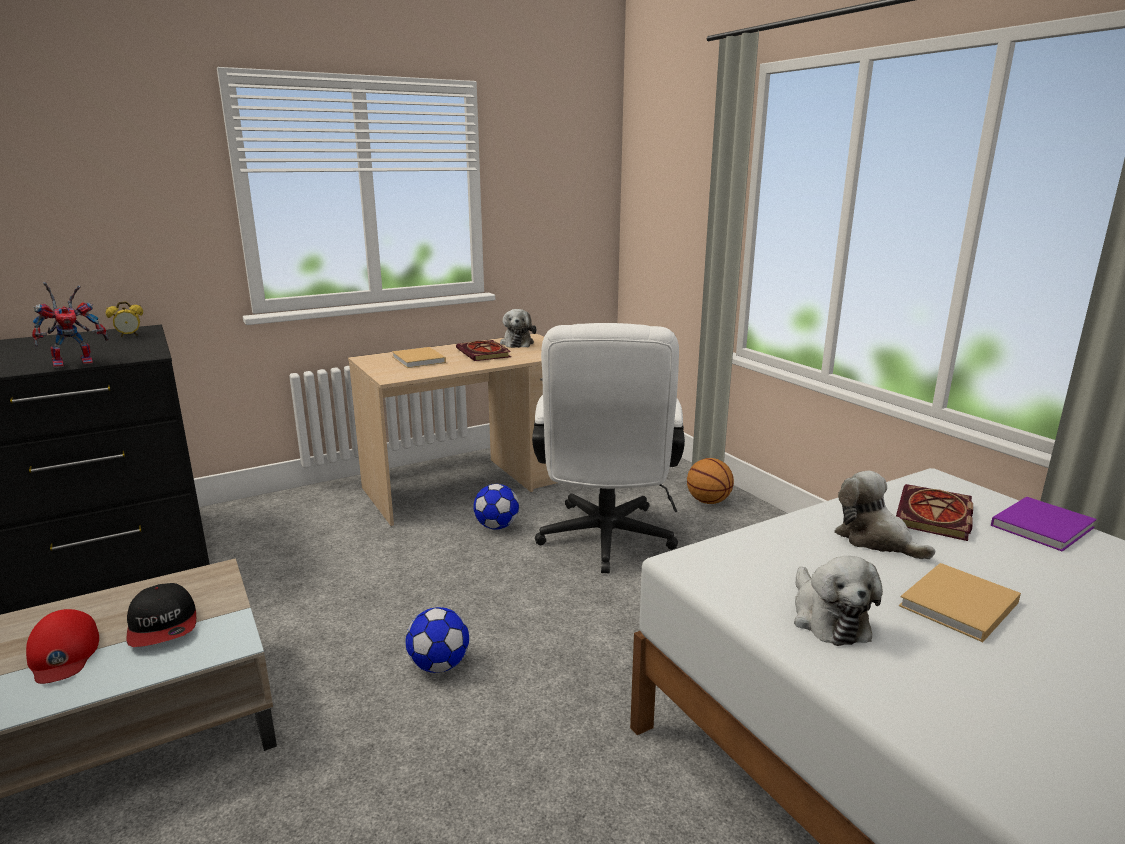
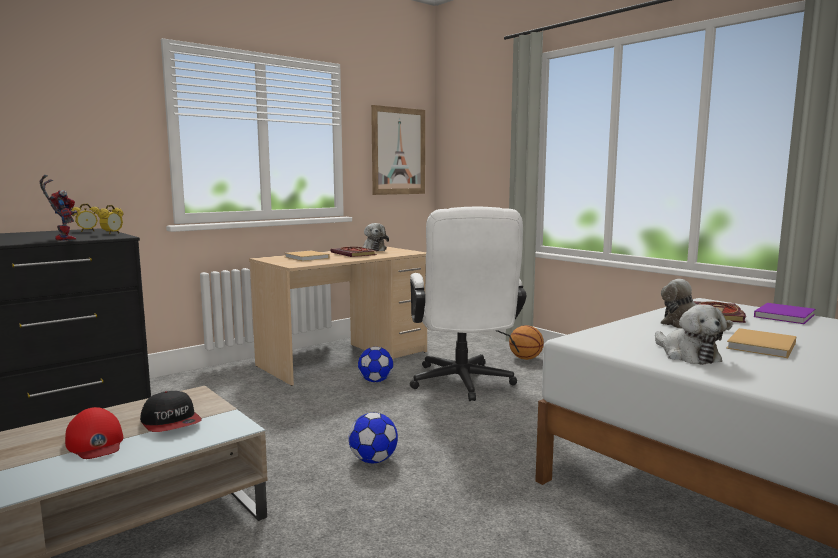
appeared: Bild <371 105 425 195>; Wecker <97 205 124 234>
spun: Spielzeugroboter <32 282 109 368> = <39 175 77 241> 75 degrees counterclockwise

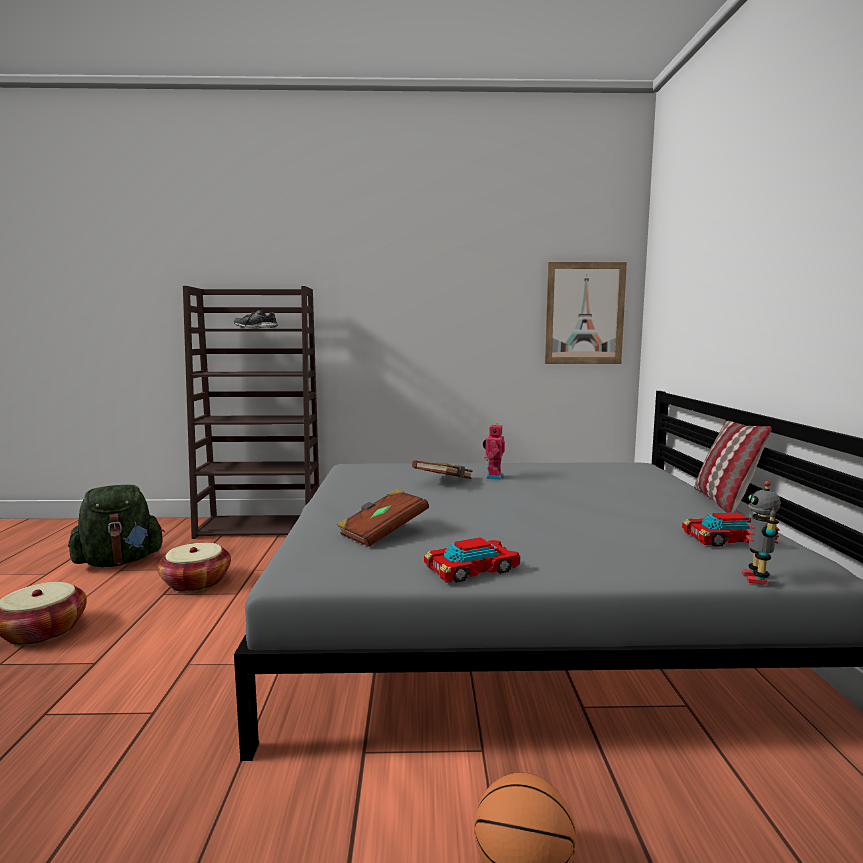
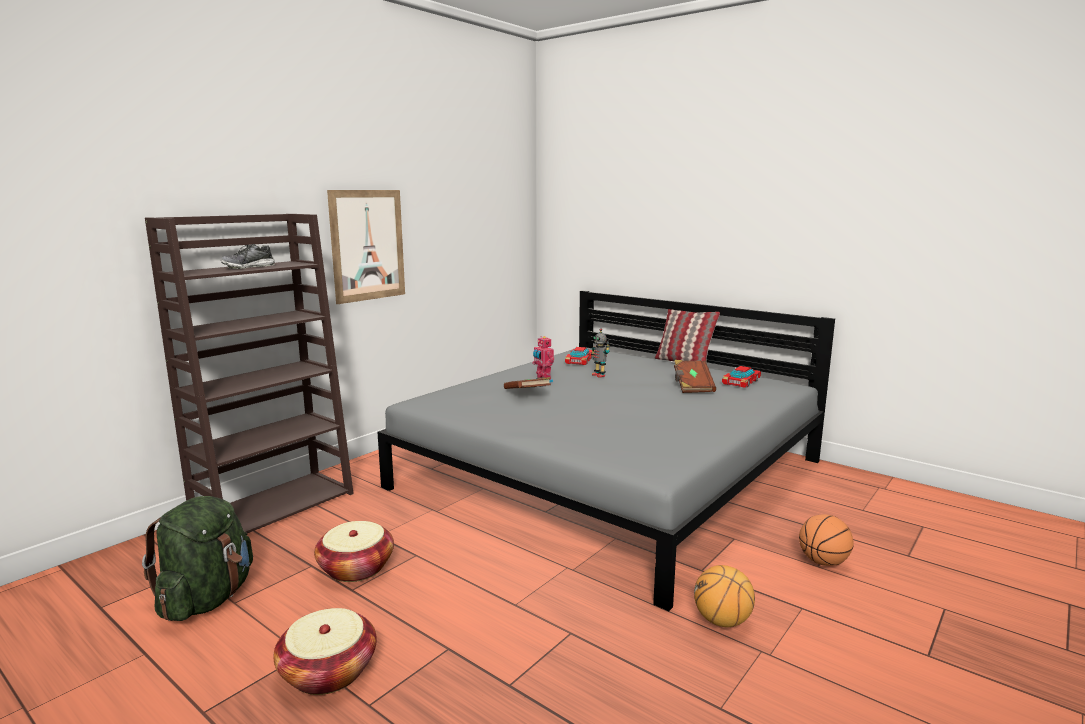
appeared: Basketball <694 565 755 627>
relocated: Bild <545 262 627 364> to <327 190 405 304>; Spielzeugroboter <742 481 781 585> to <591 329 610 378>; Buch (braun) <337 489 429 547> to <674 360 716 393>; Spielzeugauto <424 537 520 583> to <565 347 592 365>

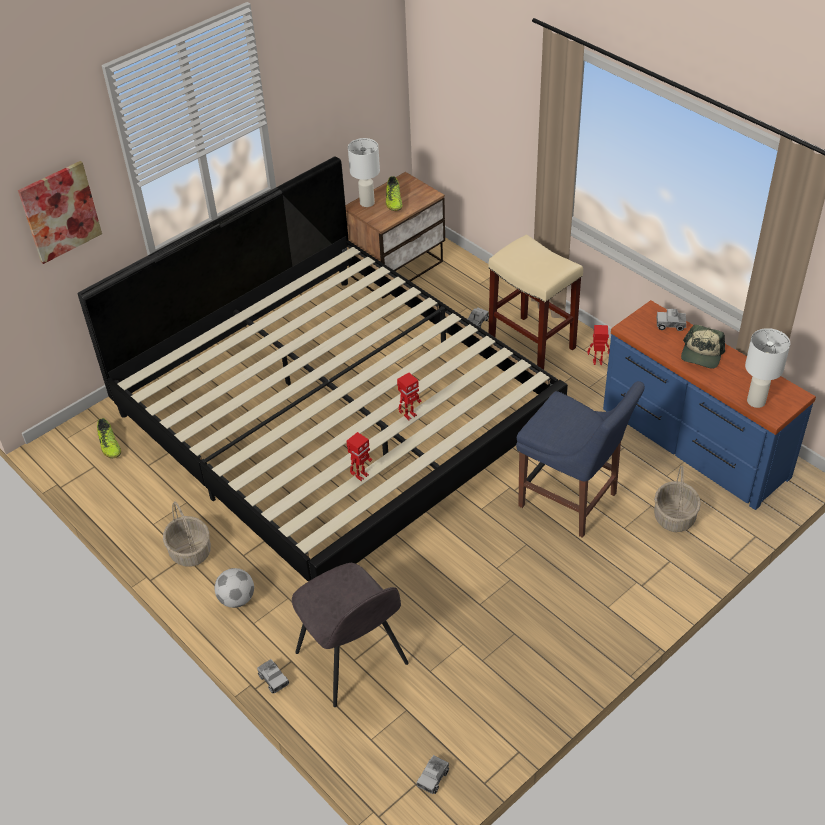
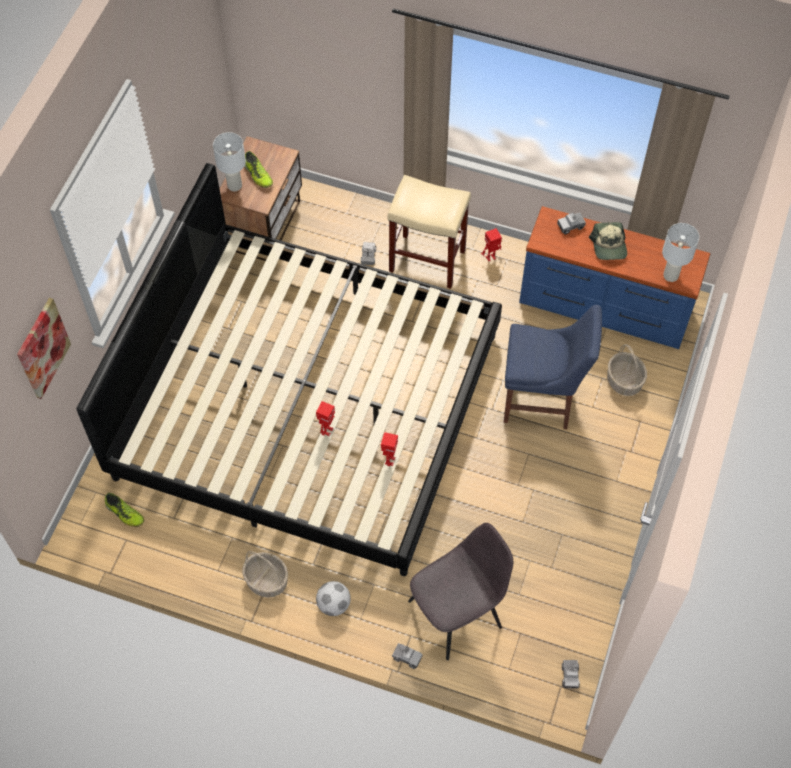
relocated: Spielzeugroboter <397 373 422 420> to <316 401 335 436>
spun: Stuhl (grau) <292 563 409 707> = <408 523 513 660> 60 degrees counterclockwise

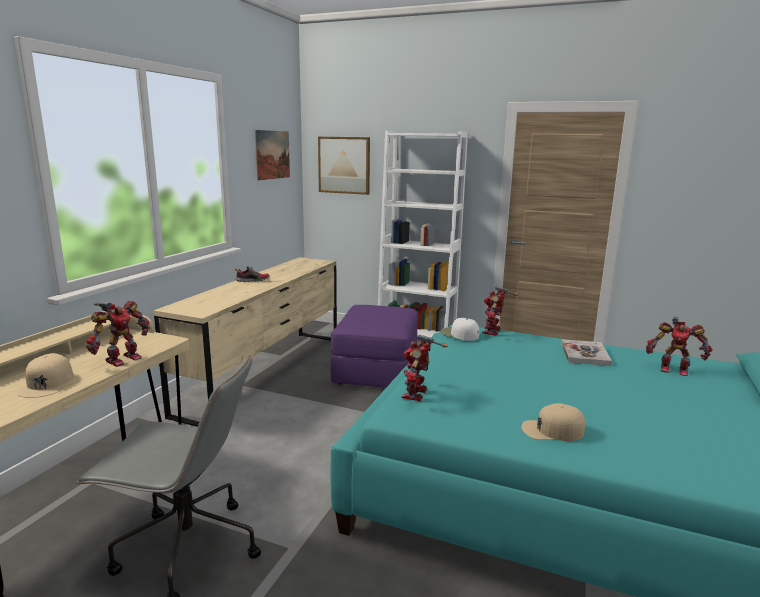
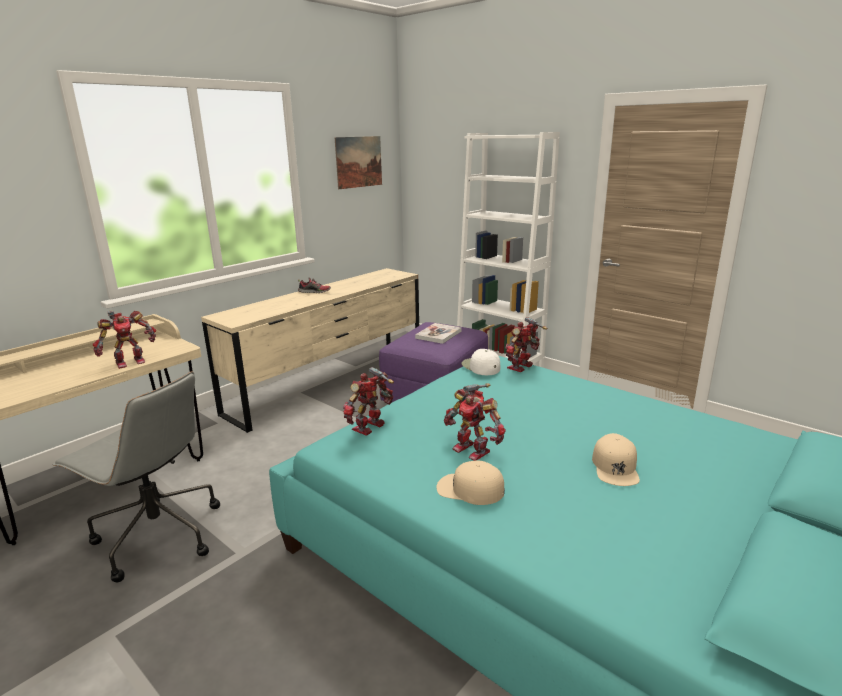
missing: Bild <318 137 370 195>
relocated: Spielzeugroboter <646 317 713 376> to <444 383 506 461>; Buch <561 339 612 366> to <415 323 462 344>; Kappe (beige) <18 353 74 398> to <592 433 640 486>

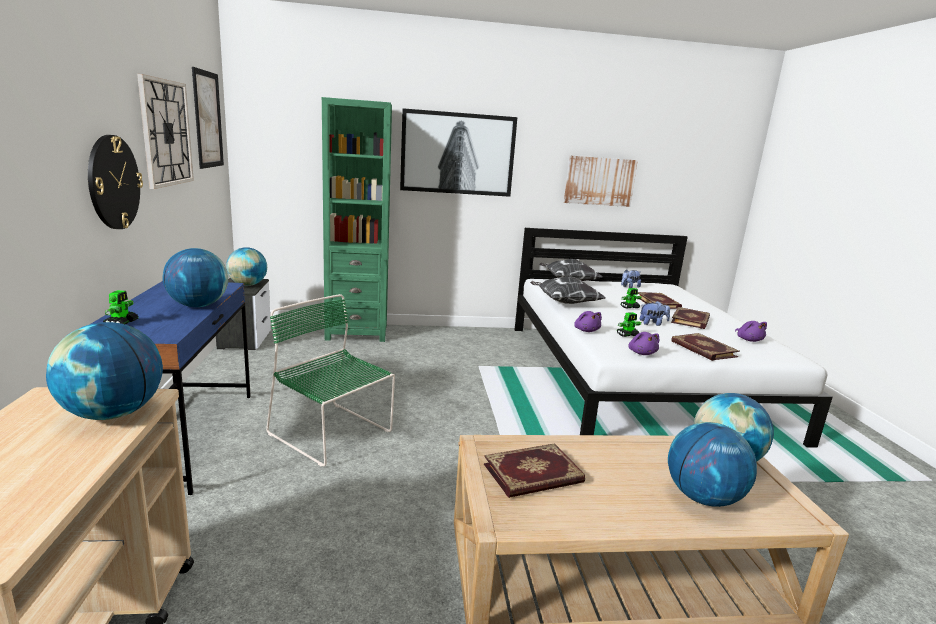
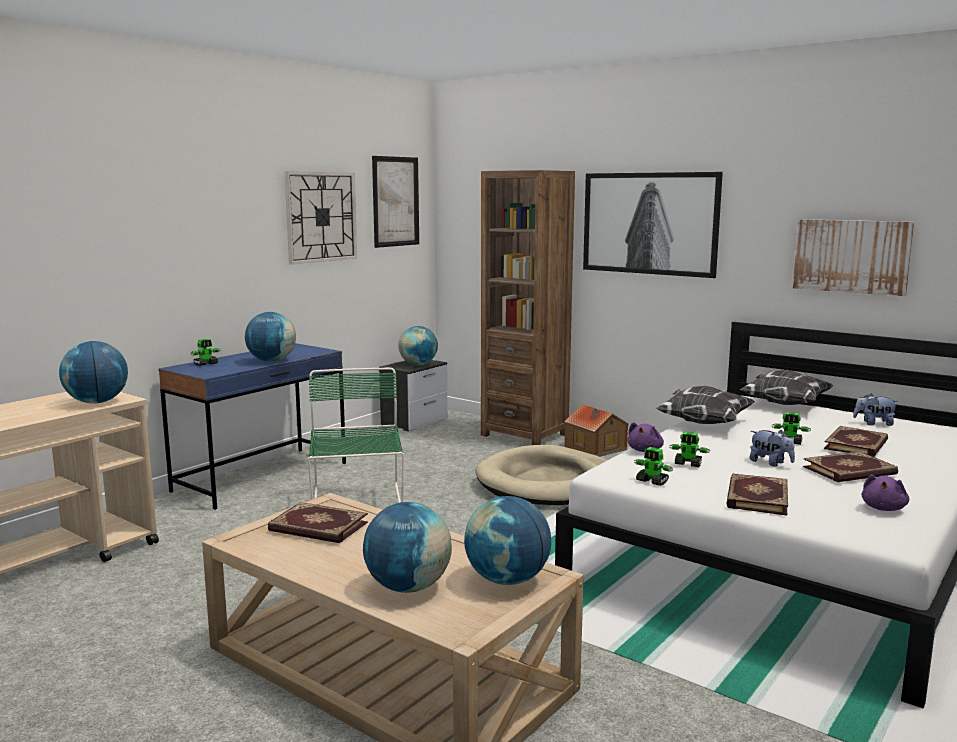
missing: Wanduhr <88 135 143 229>
appeared: Spielzeughaus <564 404 629 457>; Hundebett (beige) <476 445 607 505>
exchanged: Plüschtier (lila) <628 332 660 355> to Spielzeugroboter <634 447 673 486>
colour: Bücherregal (grün) <322 97 392 342> to Bücherregal (braun) <481 170 575 445>

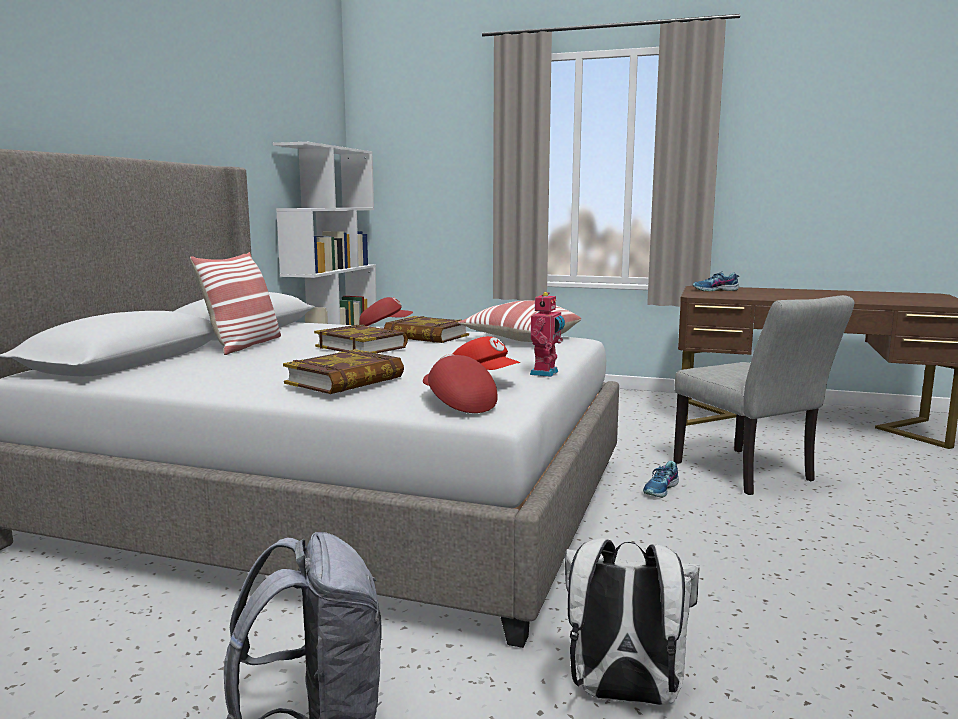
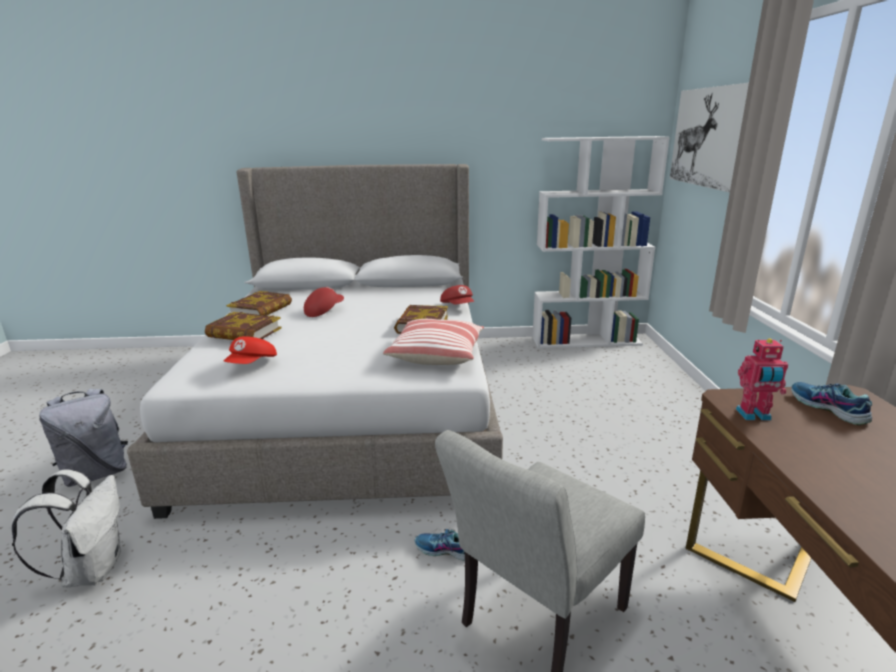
missing: Kissen <190 252 281 355>
appeared: Bild <670 83 749 193>
relocated: Spielzeugroboter <530 292 565 377> to <736 338 788 421>; Buch <314 325 408 354> to <226 291 292 316>; Kappe (rot) <423 354 498 413> to <304 287 344 317>

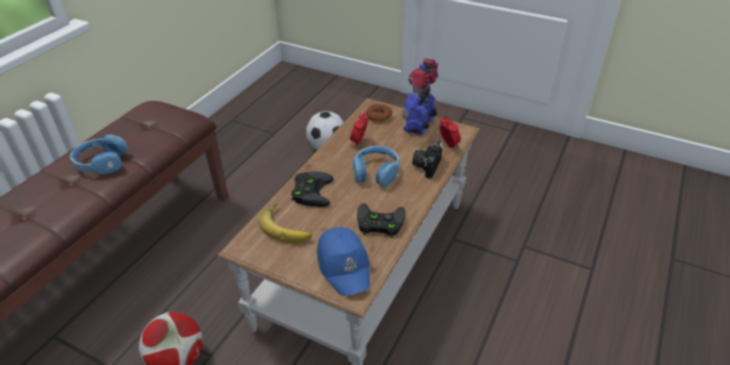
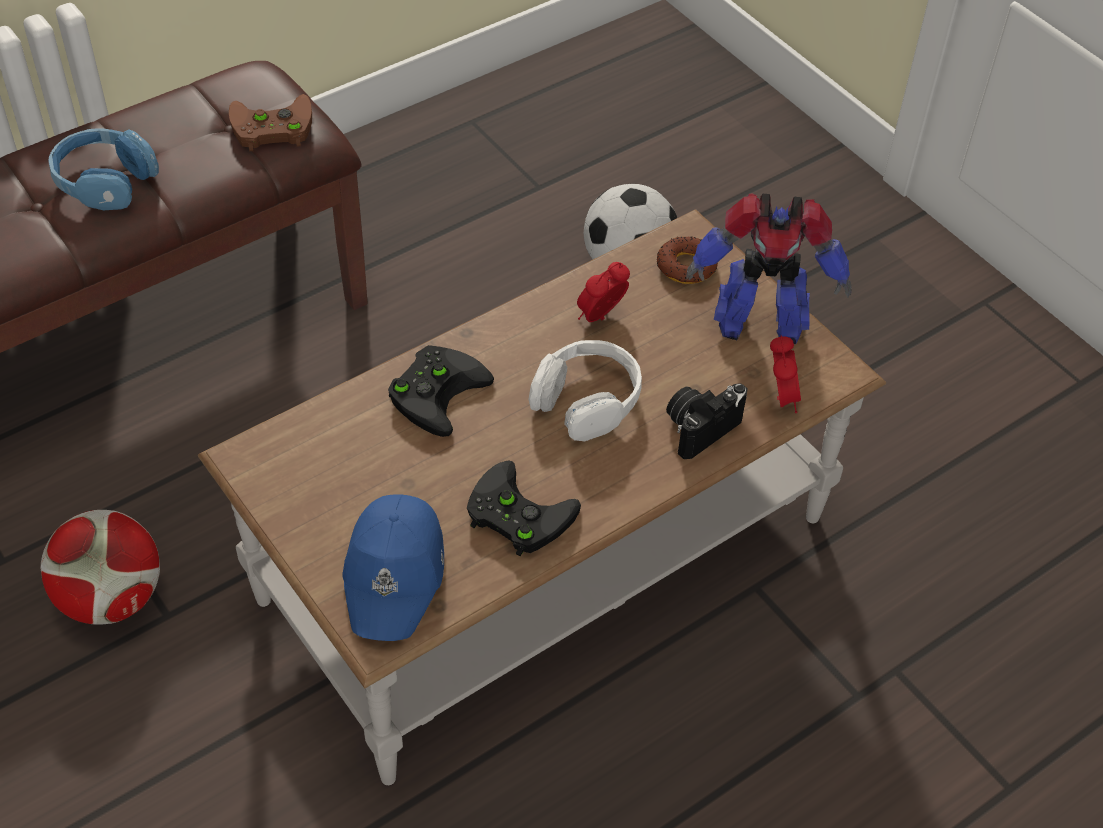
missing: Banane <258 203 312 243>
appeared: Gamepad (braun) <229 94 312 151>
colour: Kopfhörer (blau) <353 146 399 187> to Kopfhörer (weiß) <528 340 642 441>
spun: Spielzeugroboter <402 58 438 135> = <686 193 852 344> 135 degrees counterclockwise

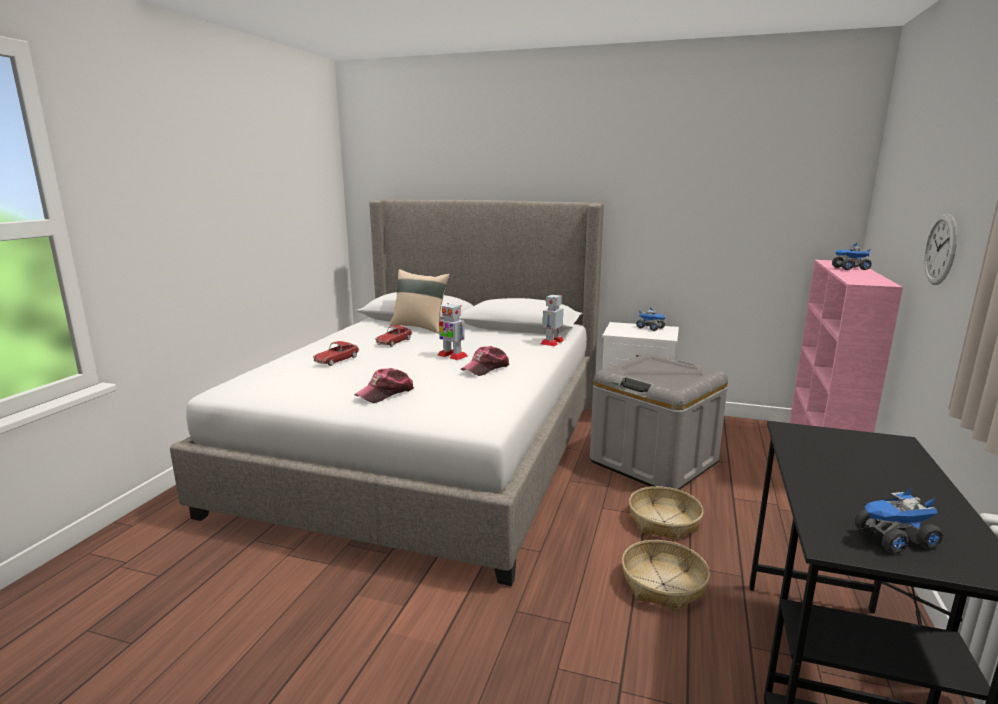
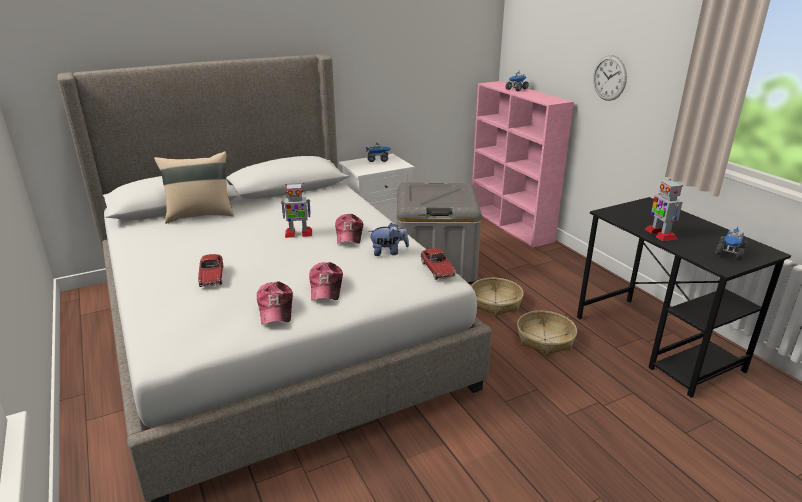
appeared: Plüschtier <368 223 409 256>; Kappe <257 282 293 324>
relocated: Spielzeugroboter <541 294 564 346> to <645 179 683 241>; Spielzeugauto <375 325 412 347> to <420 248 456 280>

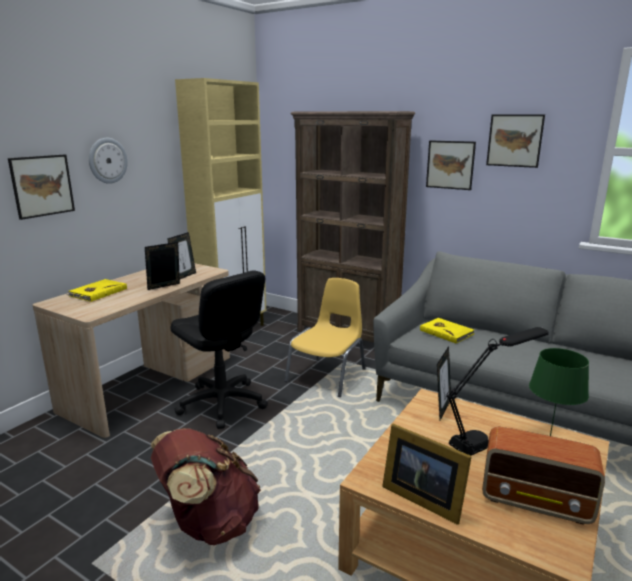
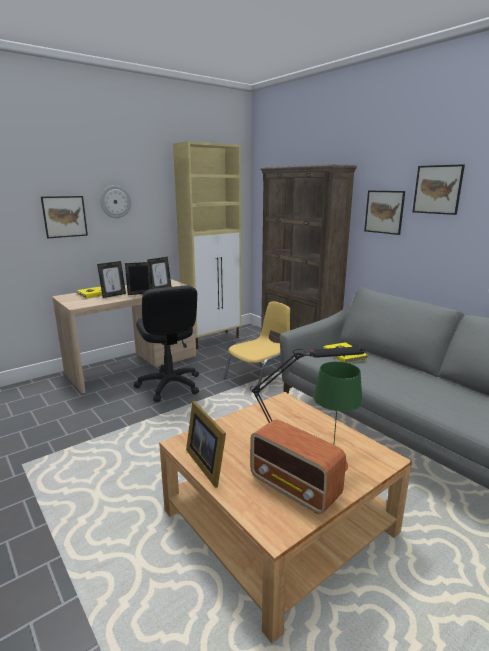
missing: Rucksack (braun) <150 428 261 545>
relocated: Bilderrahmen <437 346 451 420> to <97 261 126 298>

